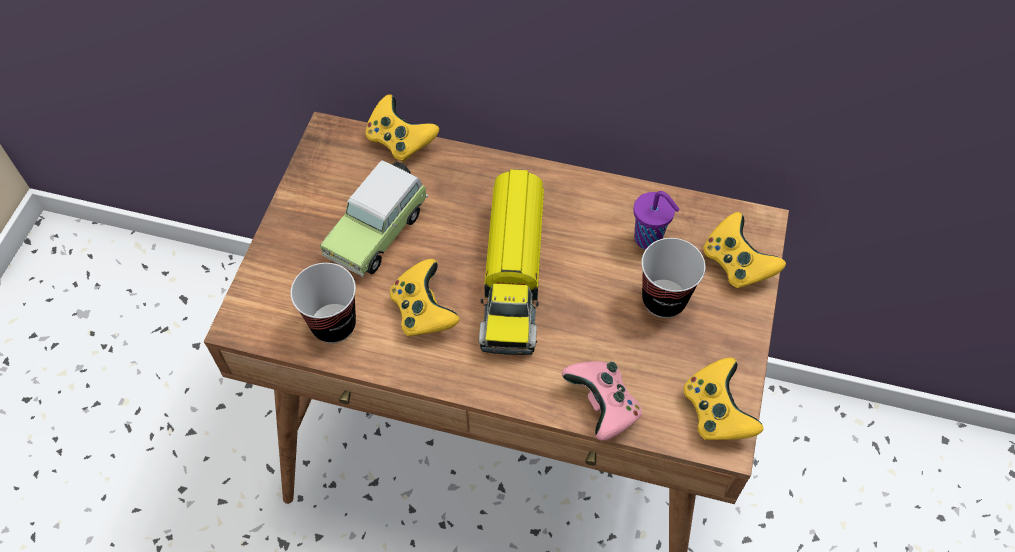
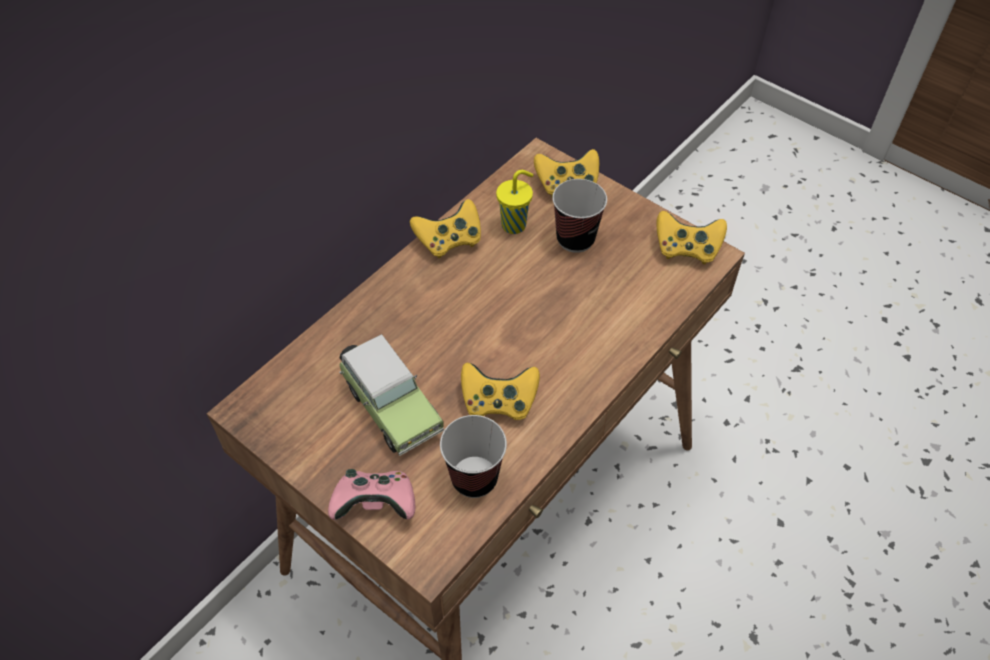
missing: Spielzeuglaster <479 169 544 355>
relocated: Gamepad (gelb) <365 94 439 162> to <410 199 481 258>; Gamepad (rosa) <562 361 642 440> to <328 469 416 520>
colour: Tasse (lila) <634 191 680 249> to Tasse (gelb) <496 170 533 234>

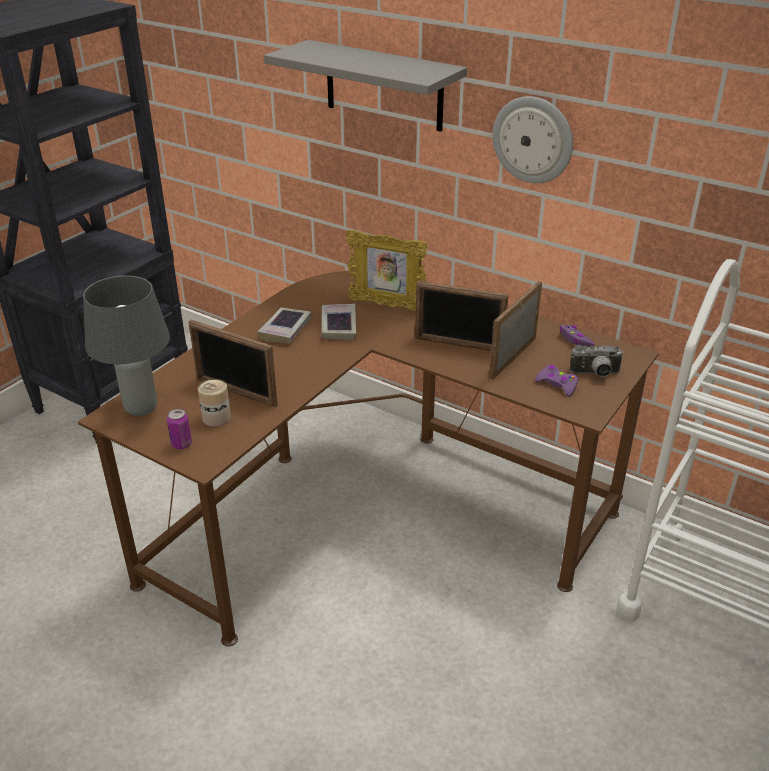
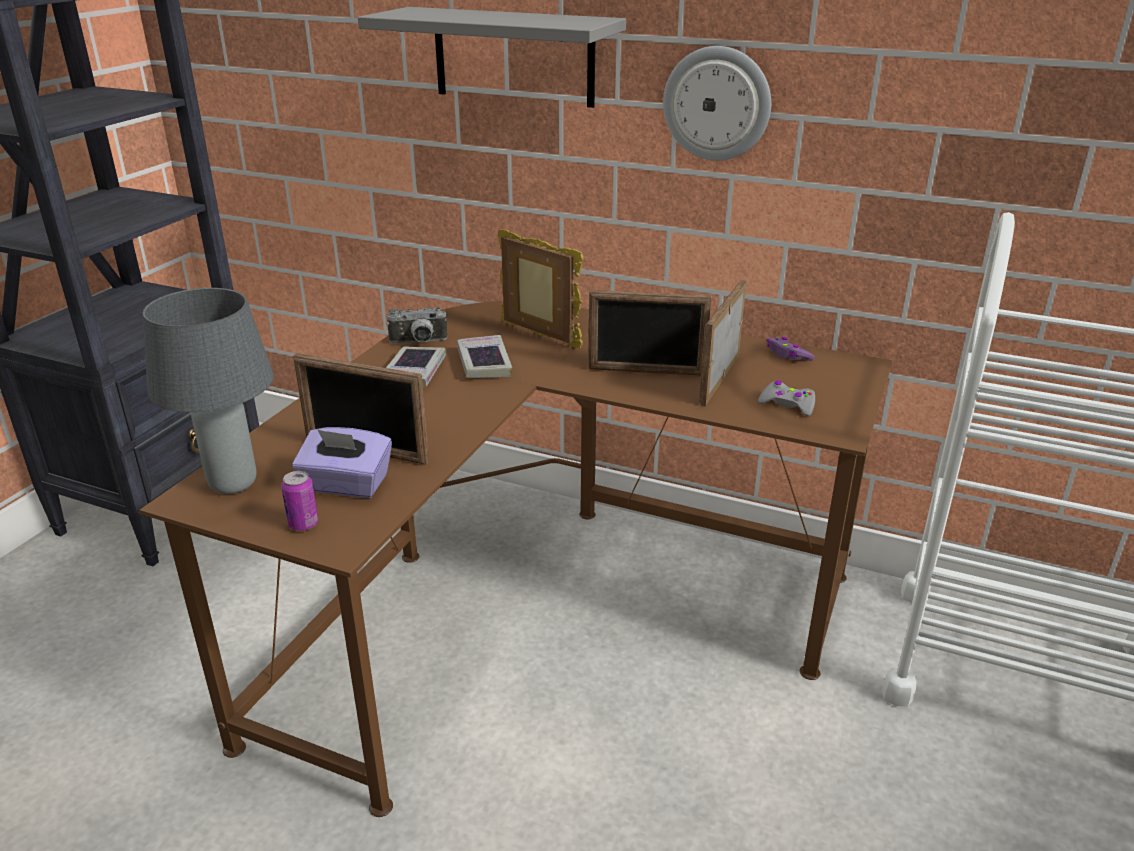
relocated: Kamera <570 345 623 377> to <387 307 447 343>
exchanged: Dose <198 379 231 427> to Taschentuchbox (lila) <292 427 392 498>
colour: Gamepad (lila) <535 365 578 396> to Gamepad (grau) <758 380 815 416>
spun: Bilderrahmen <346 230 428 311> = <498 229 583 348> 150 degrees counterclockwise

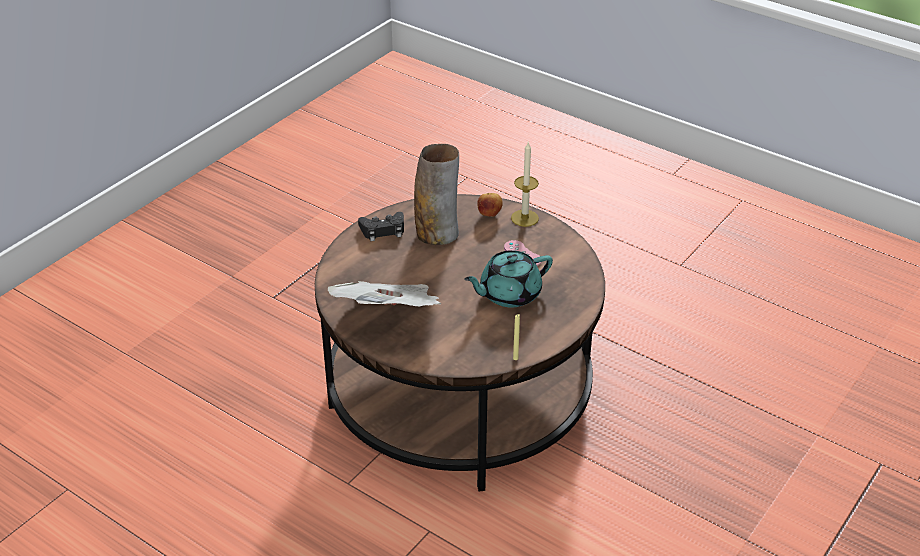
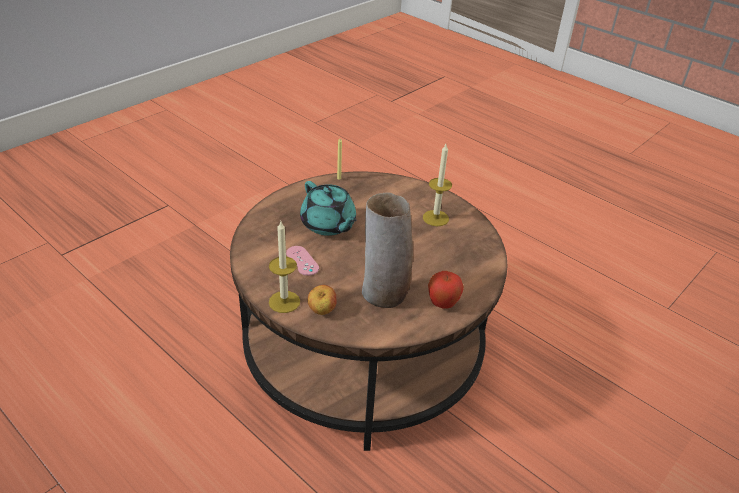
exchanged: Gamepad (schwarz) <358 212 404 241> to Apfel <428 271 464 309>; Zeitung <328 281 442 306> to Kerze <423 144 452 226>
spun: Teekanne (türkis) <464 250 553 308> = <300 181 356 236> 75 degrees clockwise

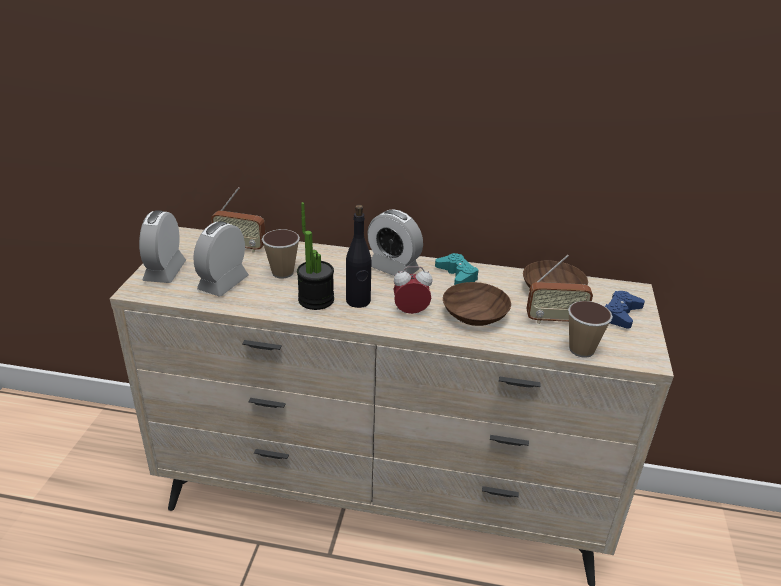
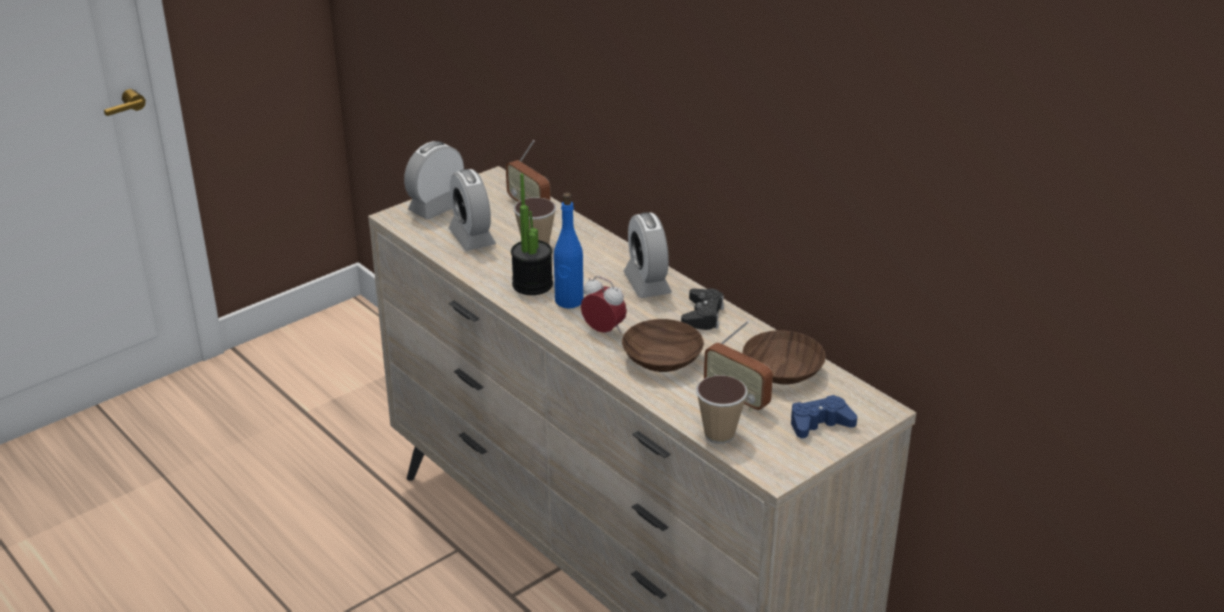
colour: Flasche (schwarz) <346 205 371 308> to Flasche (blau) <554 192 583 309>; Gamepad (türkis) <435 253 478 285> to Gamepad (schwarz) <681 289 724 330>
spun: Wecker <193 221 249 296> = <448 169 496 251> 90 degrees counterclockwise

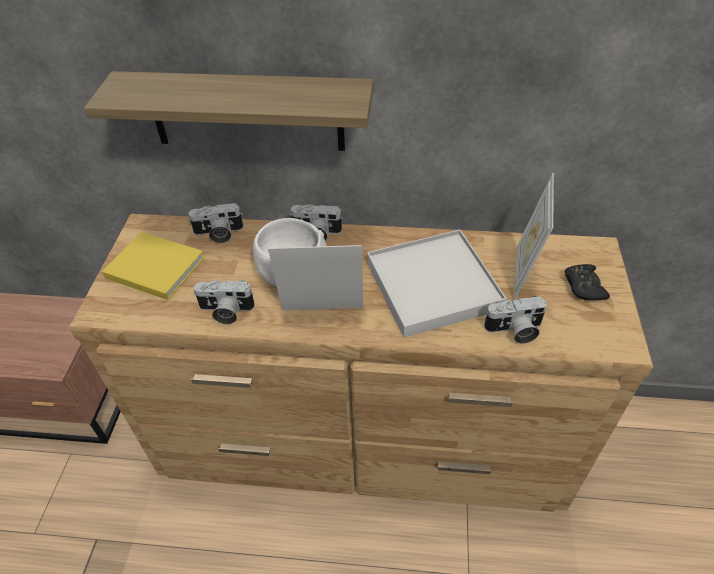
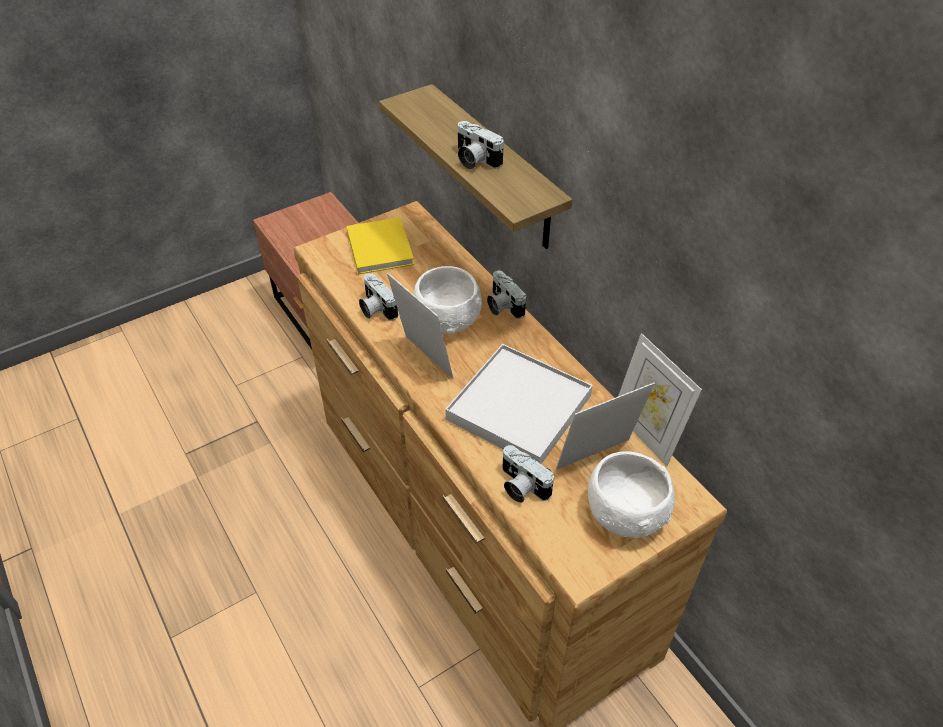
appeared: Bilderrahmen <618 333 702 466>
relocated: Kamera <188 203 243 243> to <458 121 504 170>
exchanged: Gamepad (schwarz) <565 264 610 300> to Schüssel (weiß) <588 451 675 538>

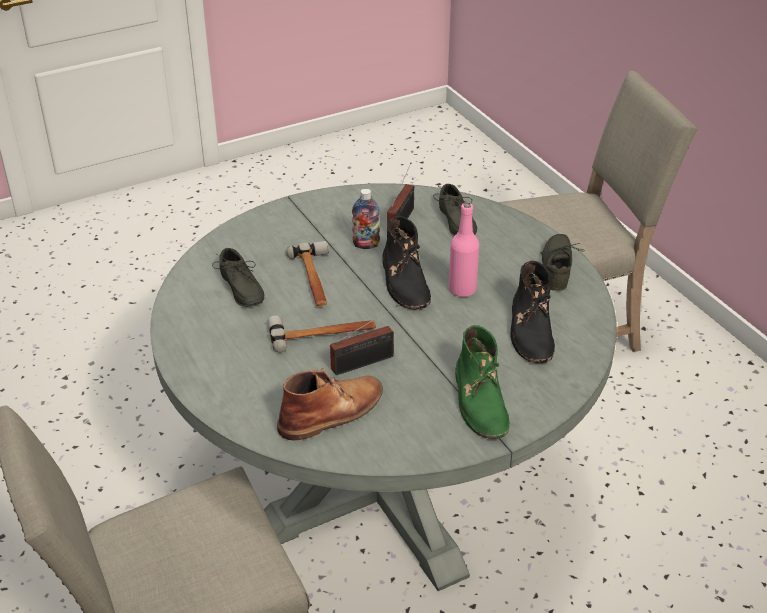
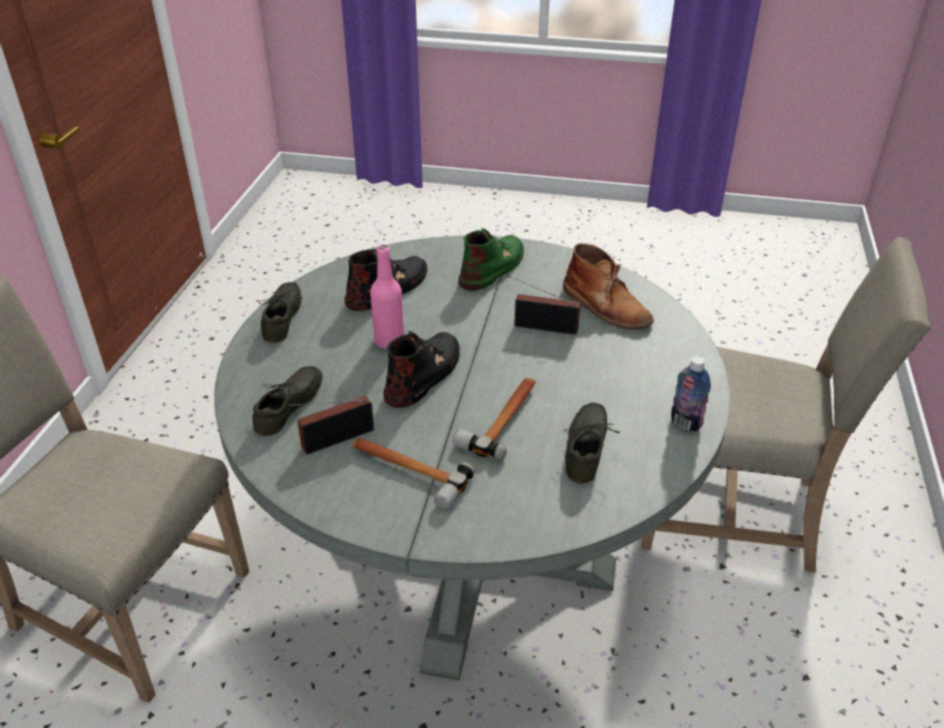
relocated: Flasche <352 189 380 249> to <671 356 711 431>; Hammer <268 316 376 353> to <352 438 474 509>
spun: Schuh (grau) <541 234 585 291> = <259 282 303 342> 135 degrees clockwise; Stiefel (braun) <277 368 383 440> = <563 243 654 330> 135 degrees counterclockwise

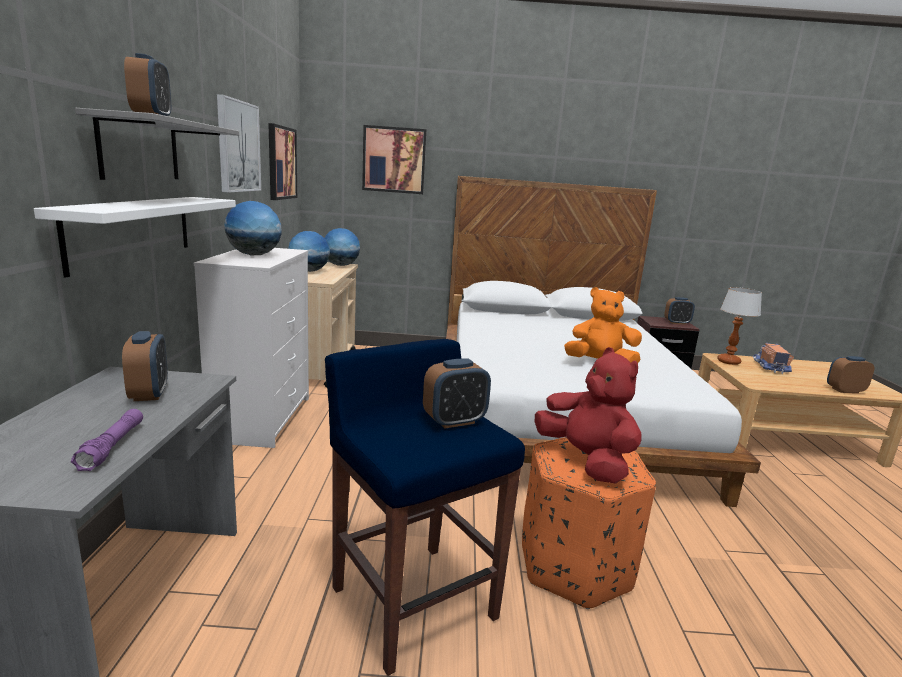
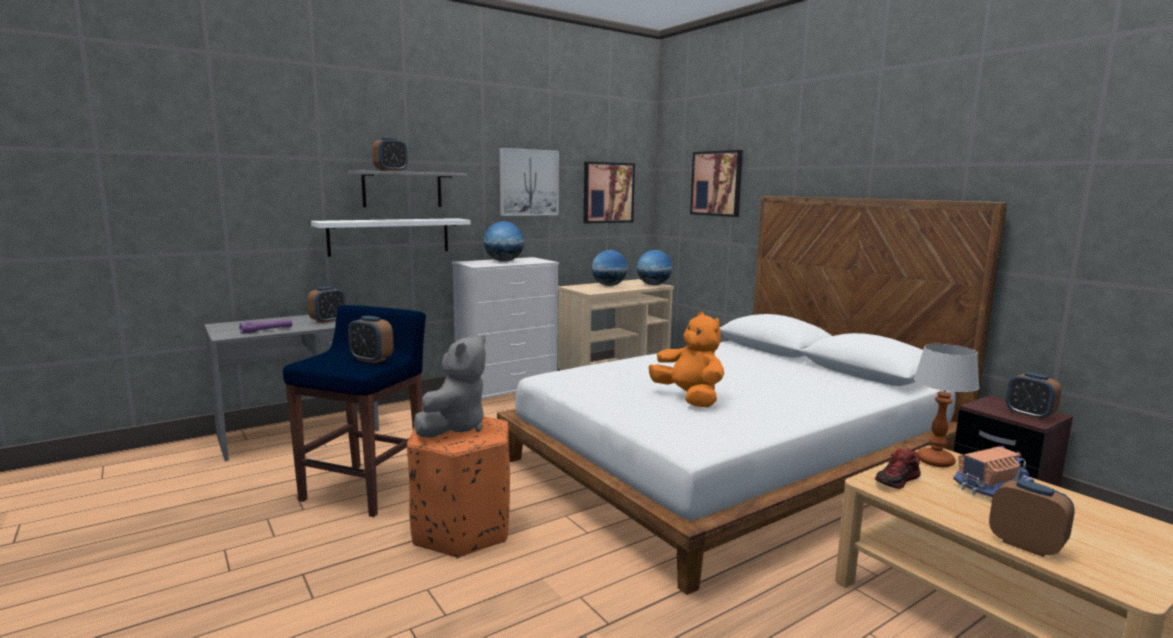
appeared: Schuh <875 449 921 489>
colour: Plüschtier (rot) <535 347 642 483> to Plüschtier (grau) <414 335 486 438>

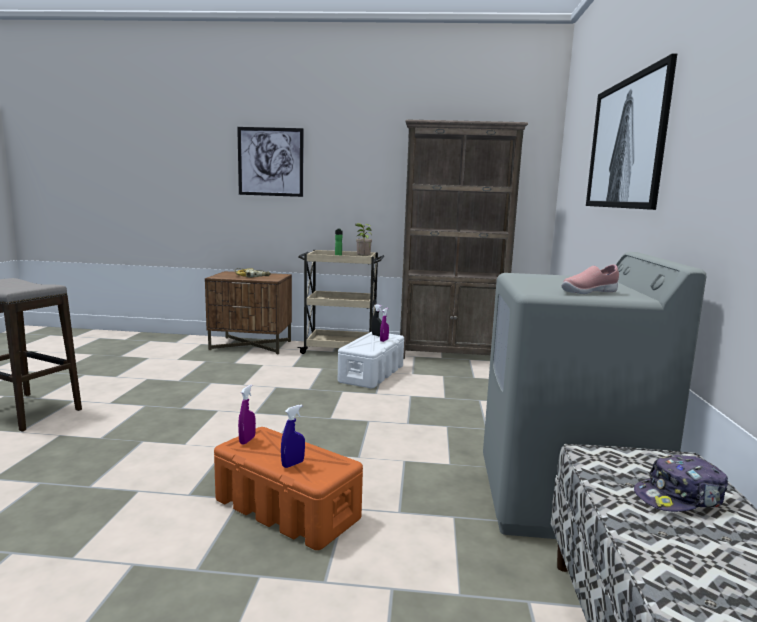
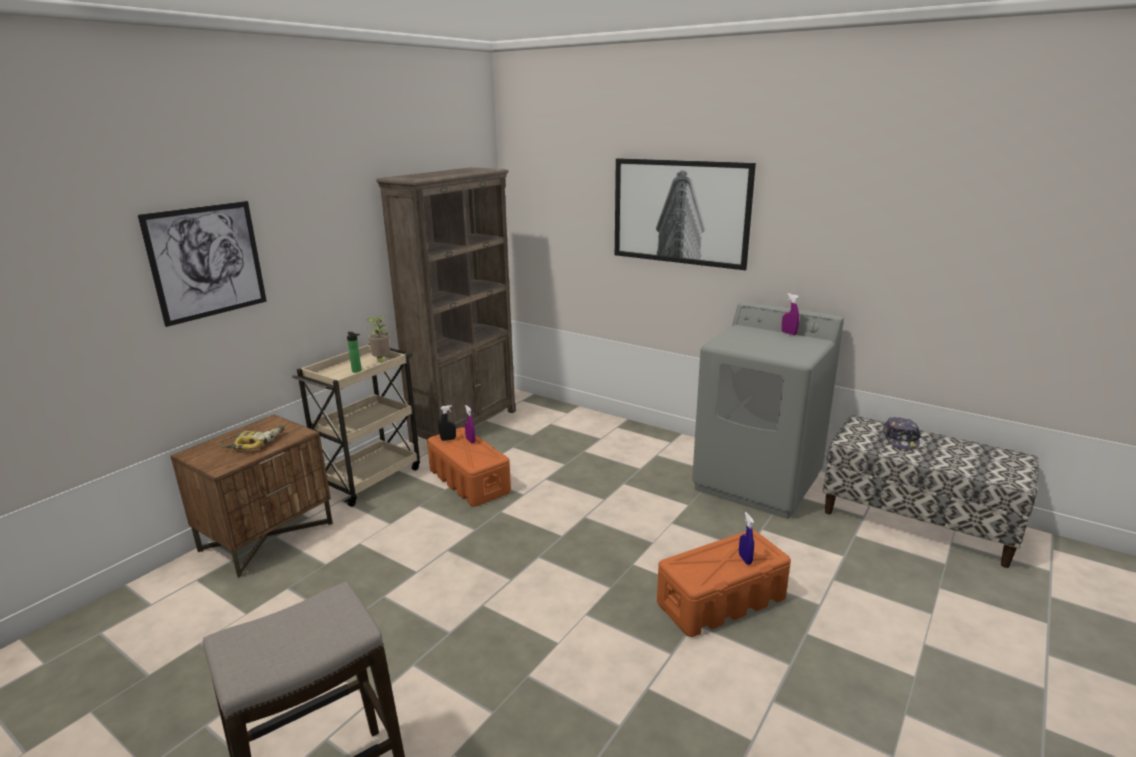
missing: Schuh (rosa) <562 264 619 294>
relocated: Sprühflasche (lila) <238 385 256 445> to <782 293 799 335>
colour: Aufbewahrungsbox (weiß) <338 332 404 388> to Aufbewahrungsbox (orange) <427 427 511 507>

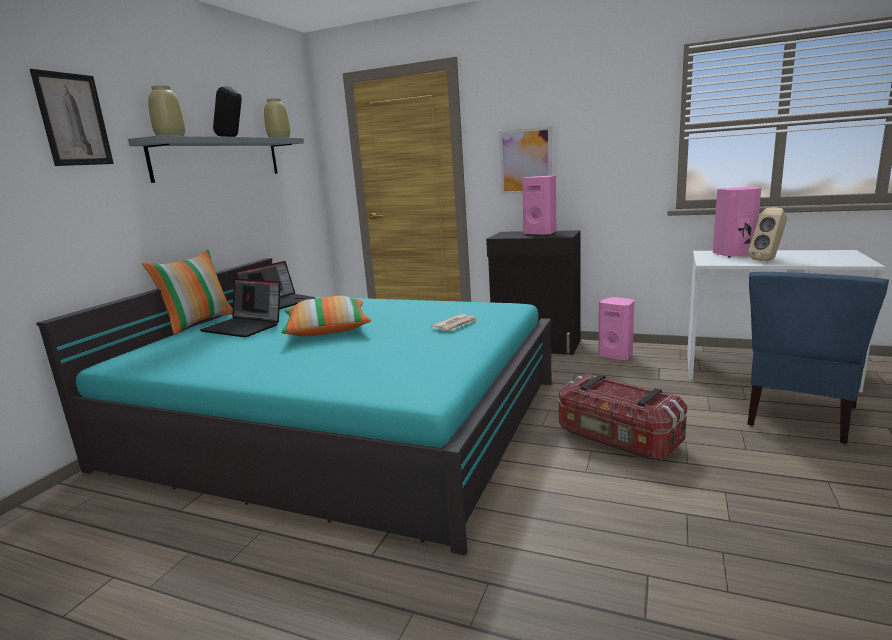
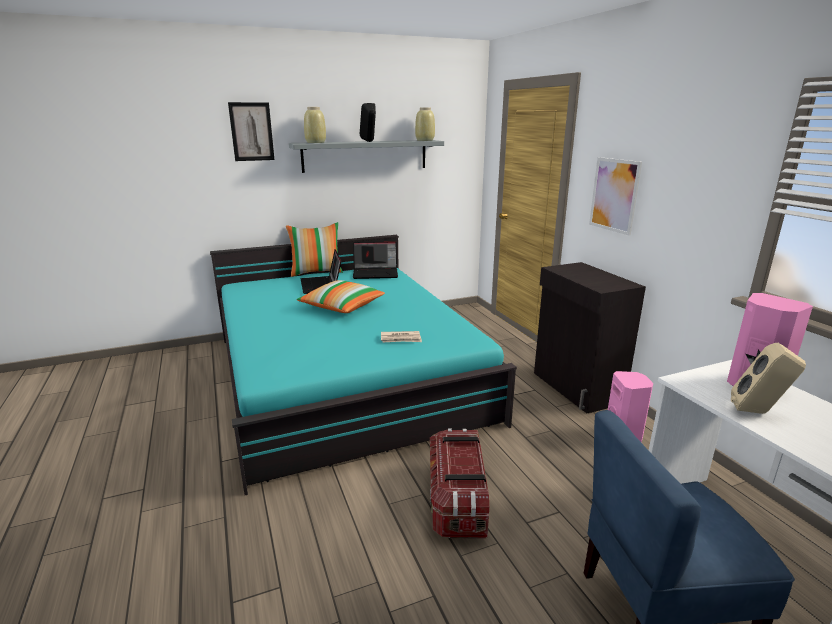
missing: Lautsprecher (rosa) <522 176 557 235>

